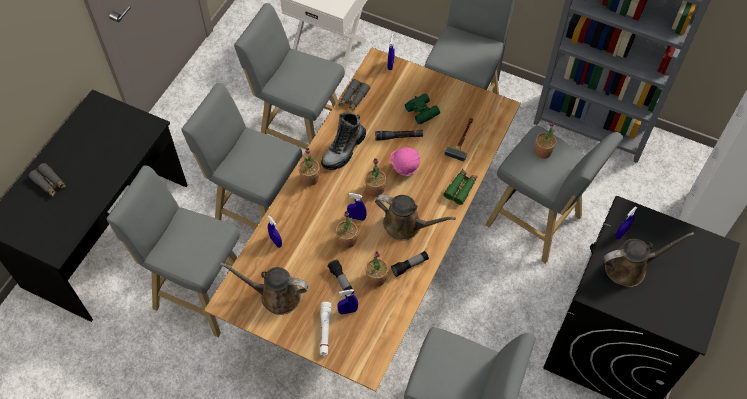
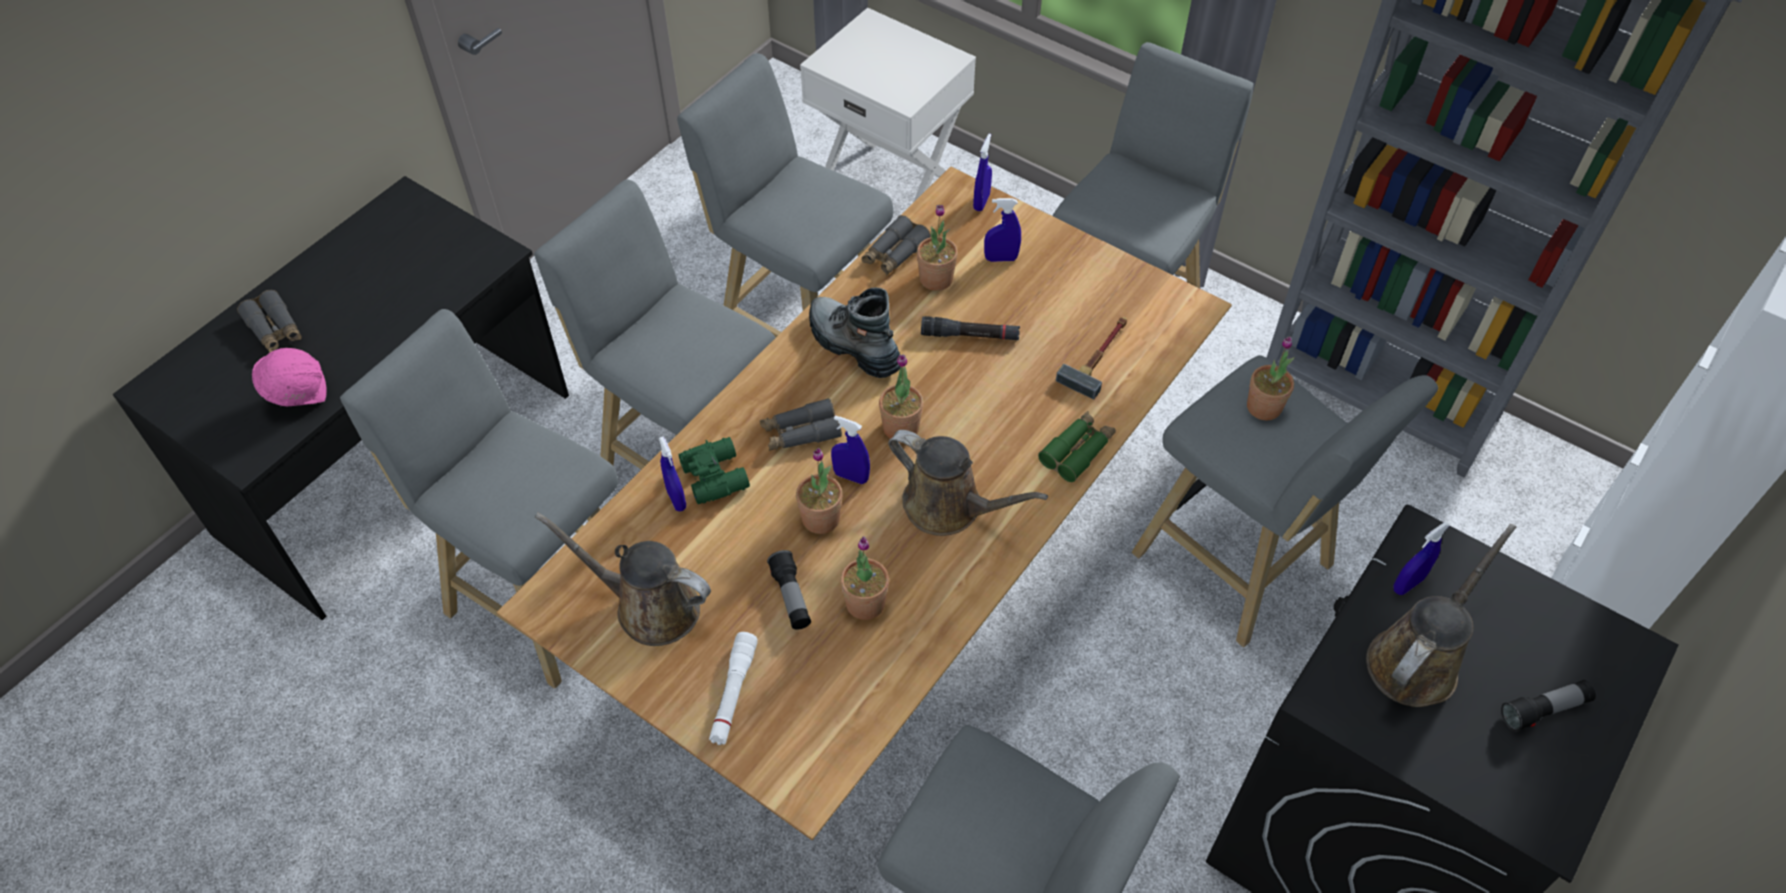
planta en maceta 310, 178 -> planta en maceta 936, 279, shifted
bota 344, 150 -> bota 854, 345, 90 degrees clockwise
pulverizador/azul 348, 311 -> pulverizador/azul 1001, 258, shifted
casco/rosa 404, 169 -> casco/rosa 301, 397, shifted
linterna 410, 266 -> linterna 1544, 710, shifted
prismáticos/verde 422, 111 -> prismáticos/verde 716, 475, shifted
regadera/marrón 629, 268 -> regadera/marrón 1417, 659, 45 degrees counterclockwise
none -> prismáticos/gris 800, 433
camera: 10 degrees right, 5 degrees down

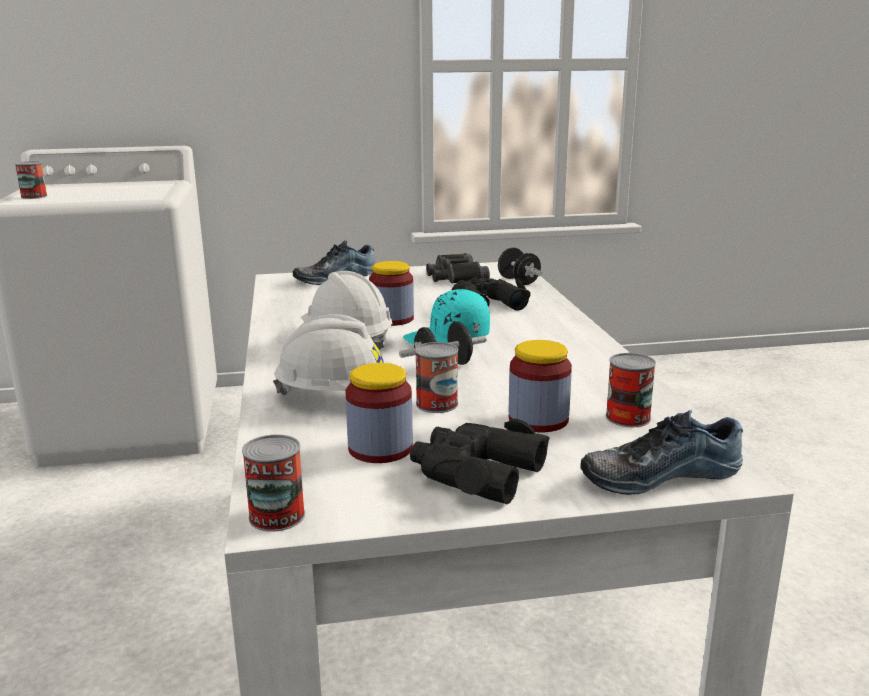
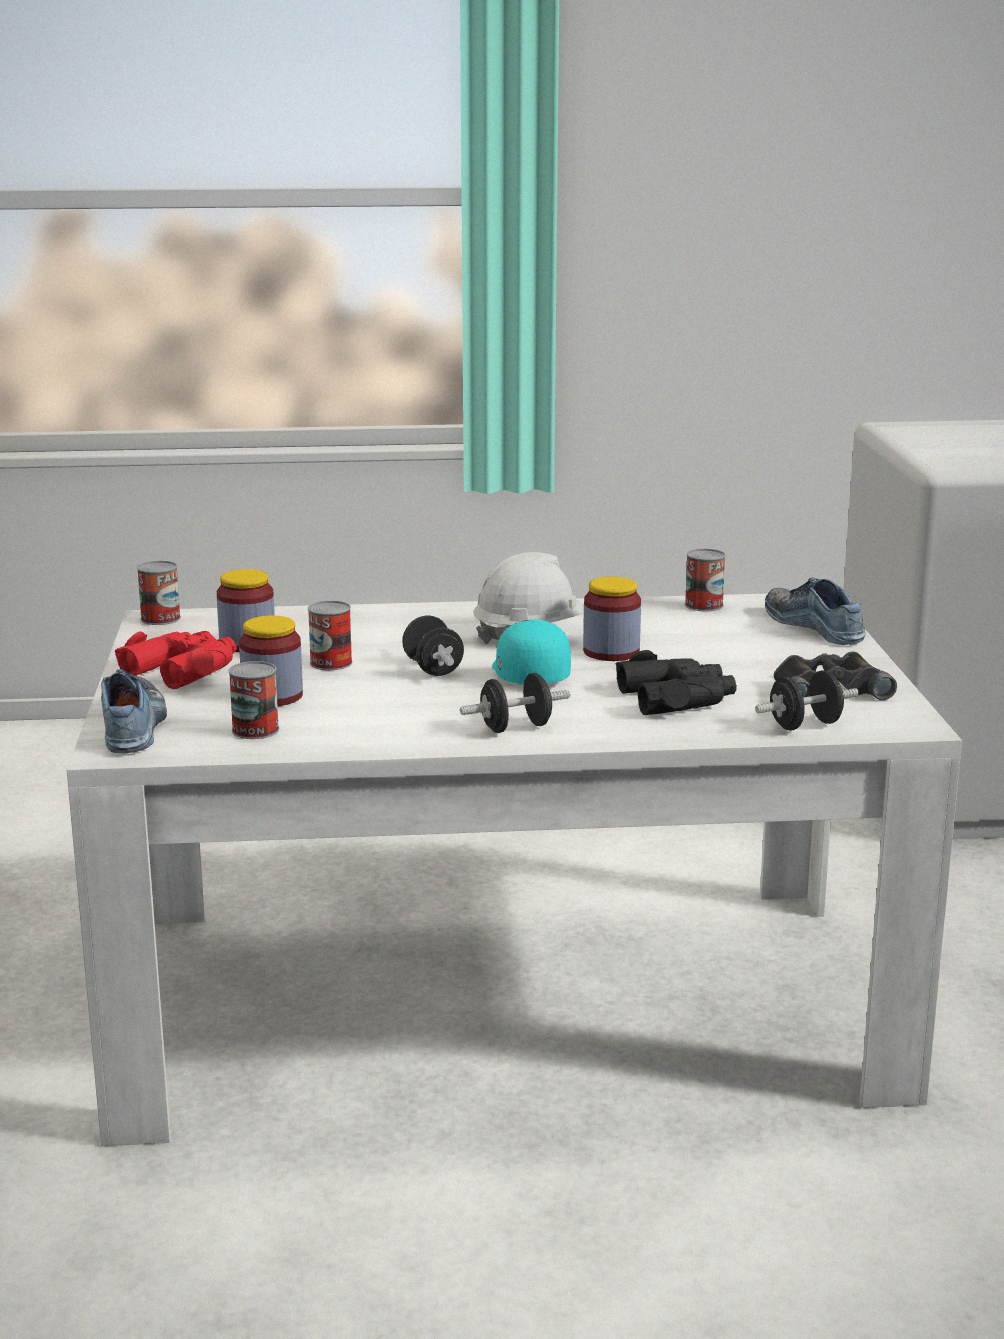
lata 34, 197 -> lata 704, 605, shifted
casco/blanco 338, 397 -> none
prismáticos/negro 475, 472 -> prismáticos/rojo 183, 669
none -> mancuerna/negro 516, 728
camera: 95 degrees right, 0 degrees up

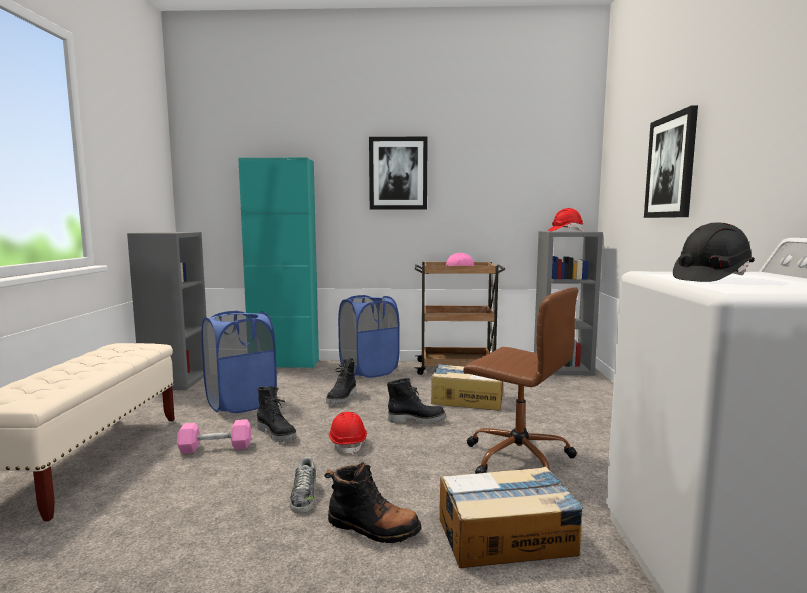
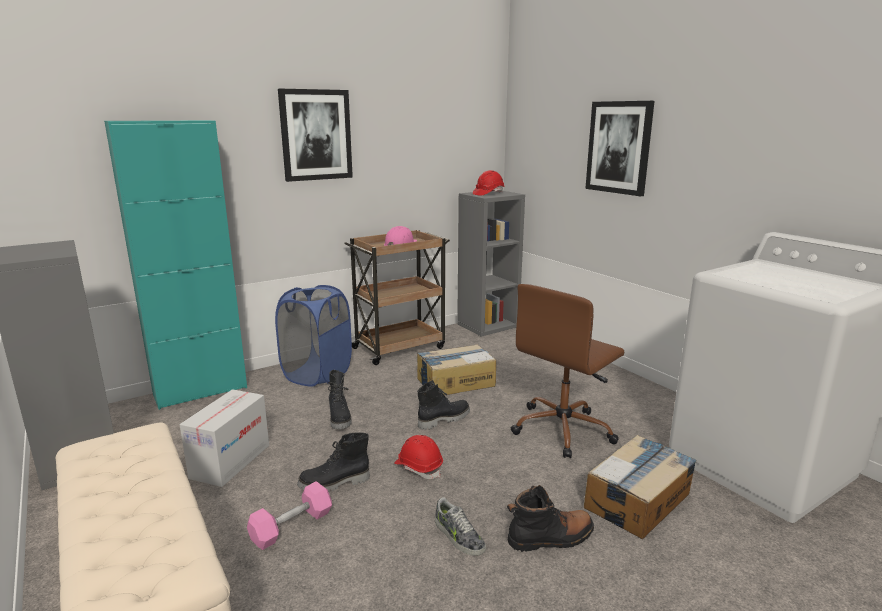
cesto de la ropa/azul 241, 403 -> caja de cartón 230, 461
bota/negro 277, 434 -> bota/negro 334, 483, 150 degrees clockwise
silla de oficina/marrón 516, 457 -> silla de oficina/marrón 563, 429, 135 degrees clockwise
casco/negro 710, 278 -> none
camera: 35 degrees left, 10 degrees up

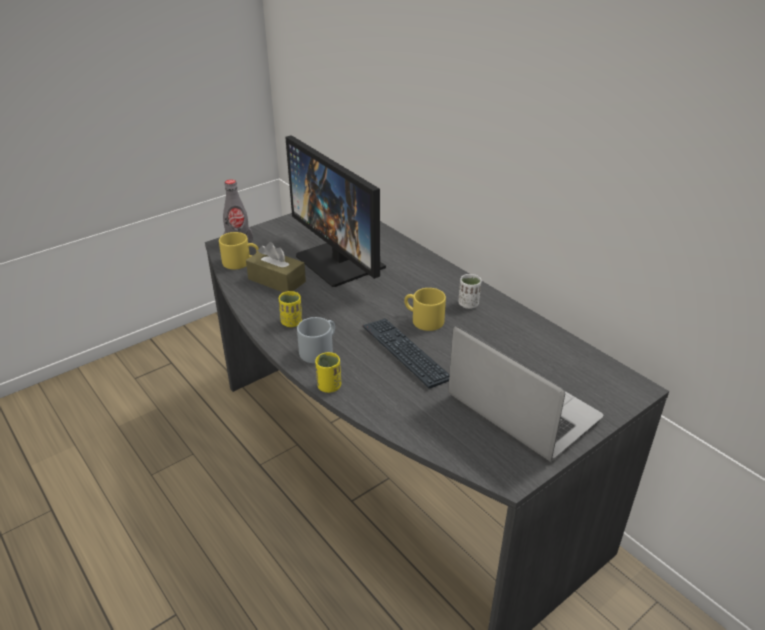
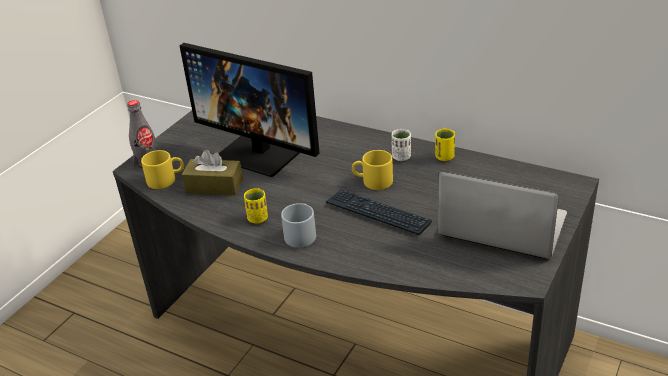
taza/amarillo 329, 386 -> taza/amarillo 444, 157, shifted
camera: 20 degrees left, 0 degrees up

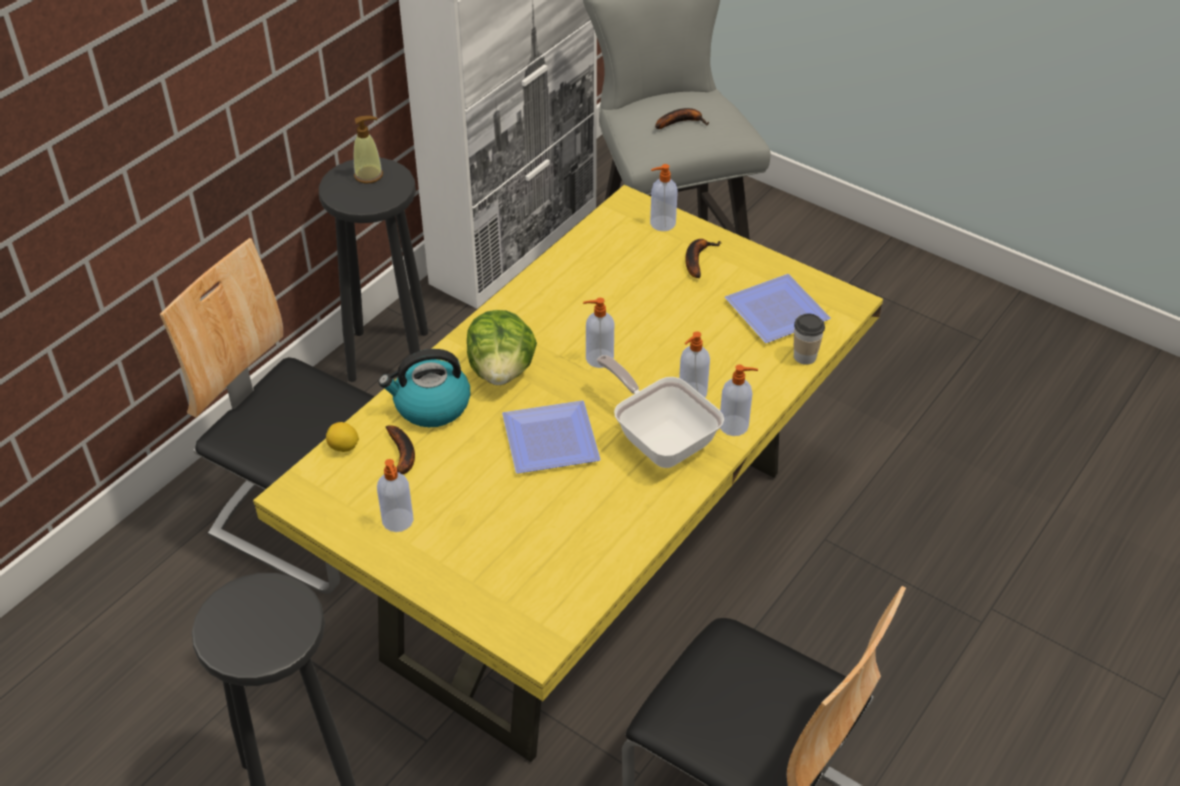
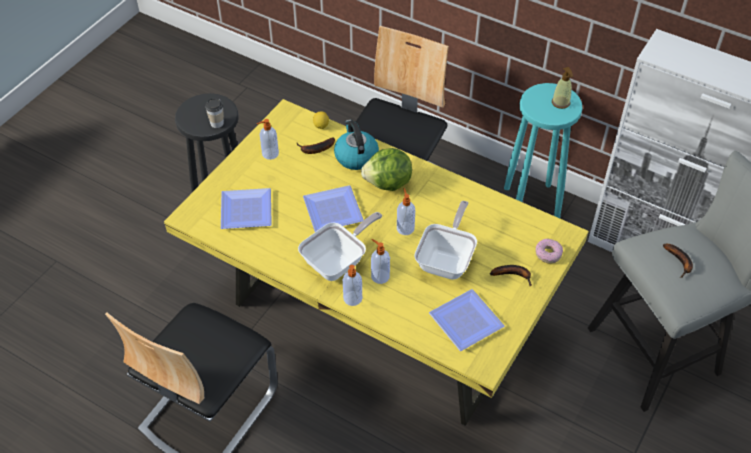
taburete/negro 389, 354 -> taburete/turquesa 532, 202
dispensador de jabón 661, 224 -> rosquilla 548, 254
taza 805, 356 -> taza 217, 123, shifted
none -> plato 248, 212
none -> sartén 447, 260
camera: 85 degrees right, 5 degrees up

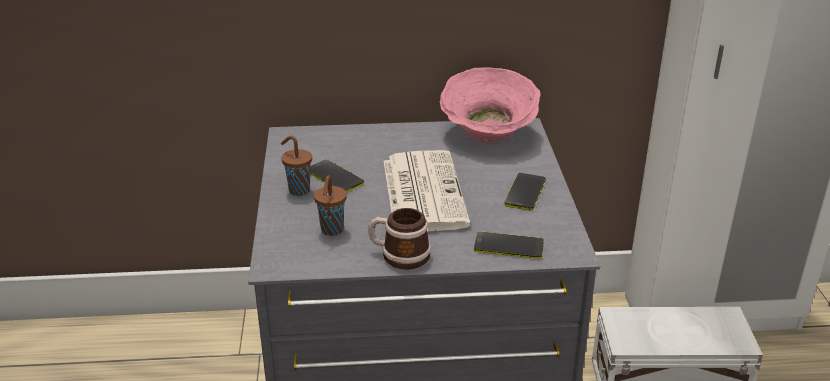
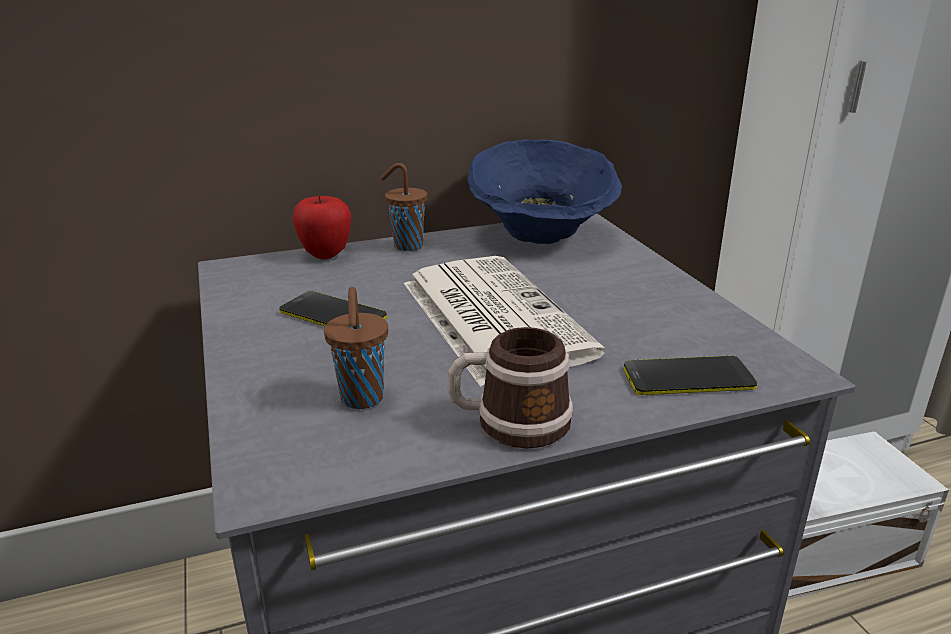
taza/marrón 298, 190 -> taza/marrón 406, 246, shifted
cuenco/rosa 489, 135 -> cuenco/azul 542, 236
móvil 525, 192 -> none
none -> manzana 325, 255
camera: 15 degrees left, 5 degrees down

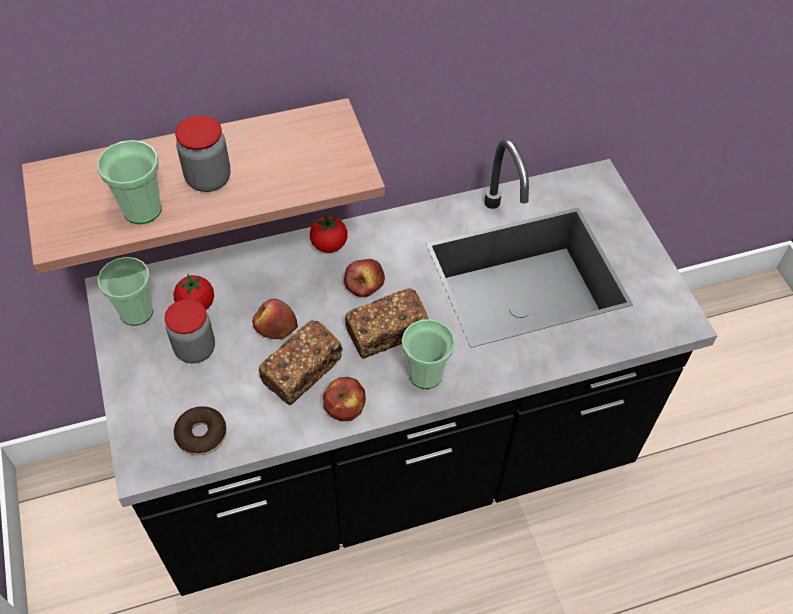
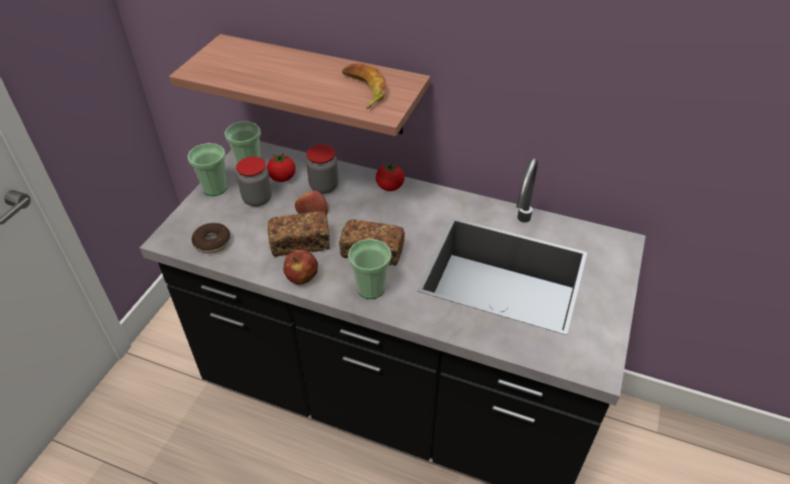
taza 142, 210 -> taza 215, 188, shifted
tarro 208, 179 -> tarro 324, 186, shifted
manzana 364, 283 -> none
none -> plátano 363, 90
camera: 40 degrees right, 10 degrees down

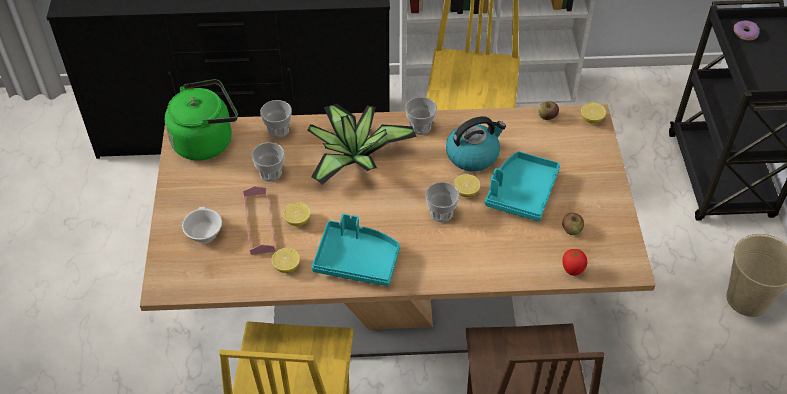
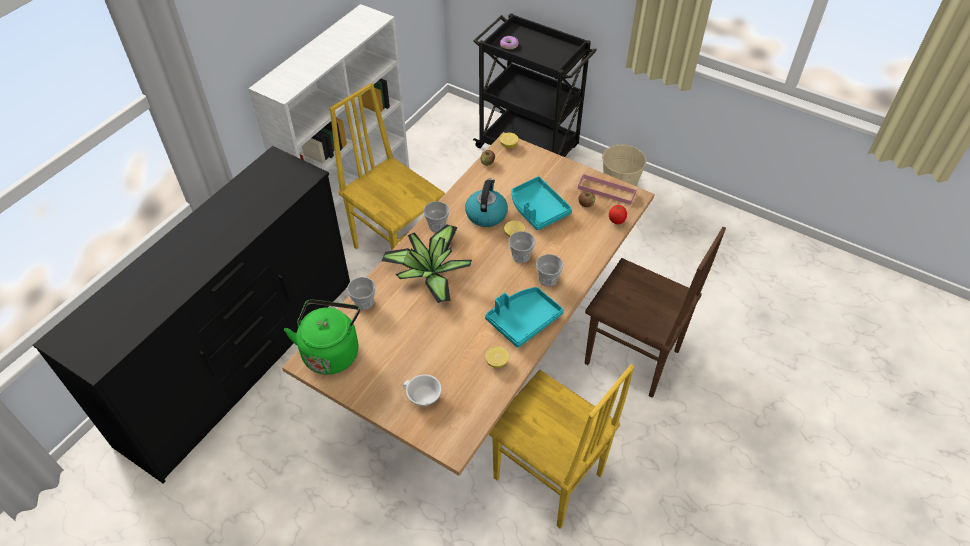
bandeja/rosa 259, 223 -> bandeja/rosa 606, 191, shifted
taza 270, 173 -> taza 548, 279, shifted
limón 297, 220 -> none
camera: 55 degrees left, 0 degrees up

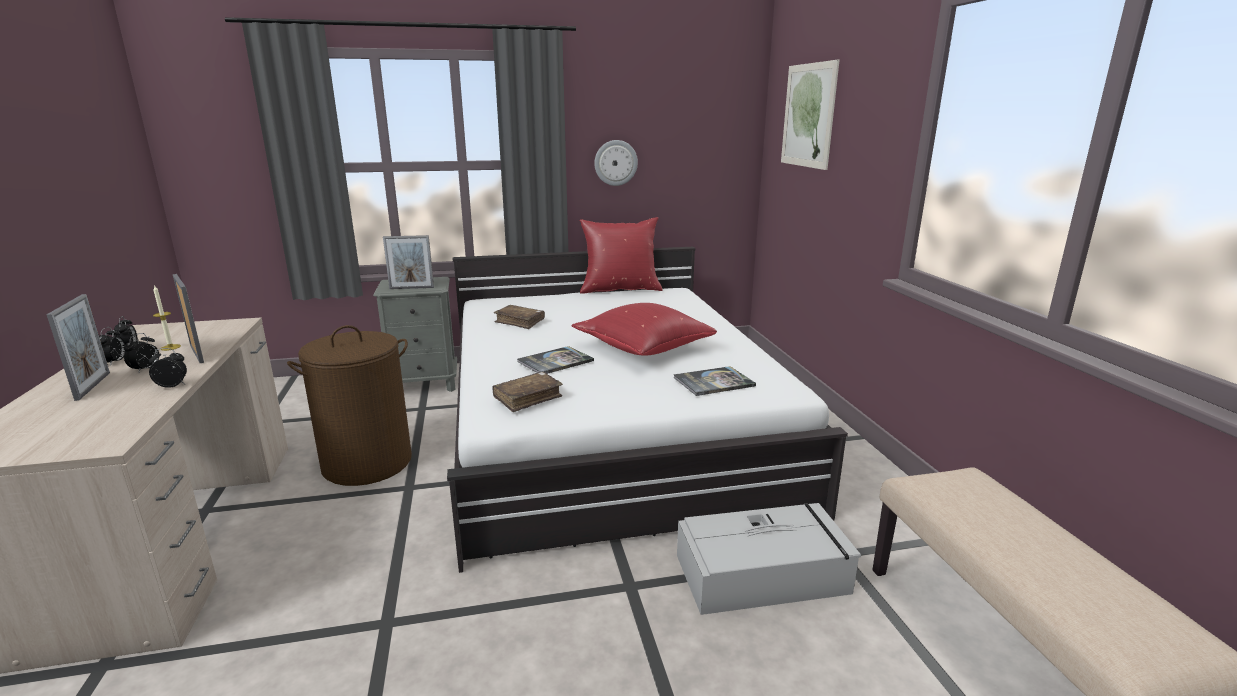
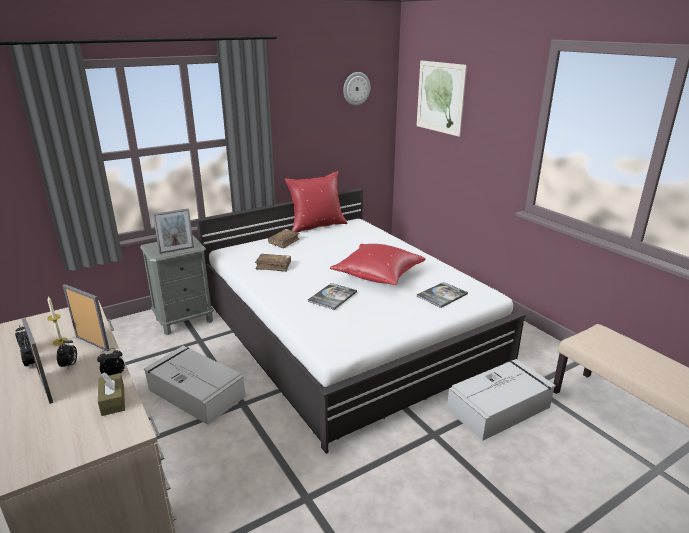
cesto de la ropa/marrón 367, 463 -> caja de almacenaje/gris 195, 392
libro/marrón 528, 398 -> libro/marrón 284, 242, shifted
reloj de pared 615, 163 -> reloj de pared 356, 88, shifted
none -> caja de pañuelos/marrón 113, 400
camera: 20 degrees left, 5 degrees up

